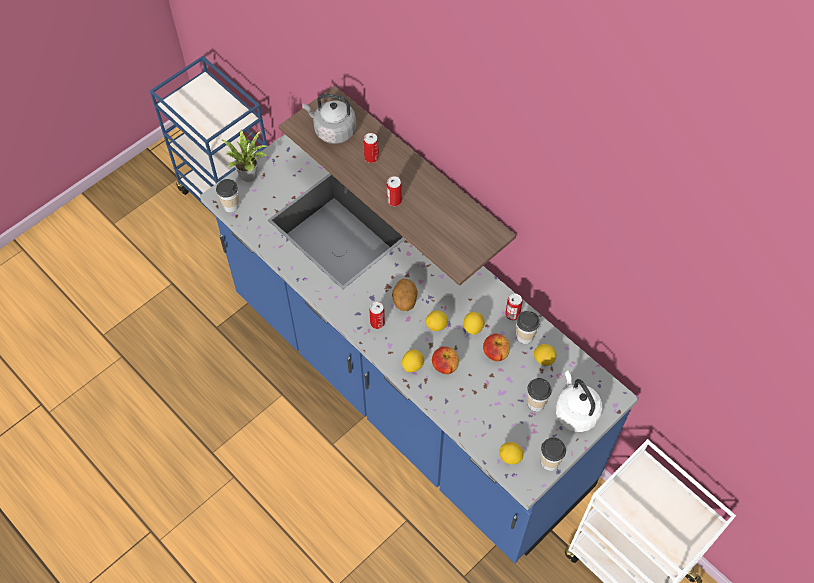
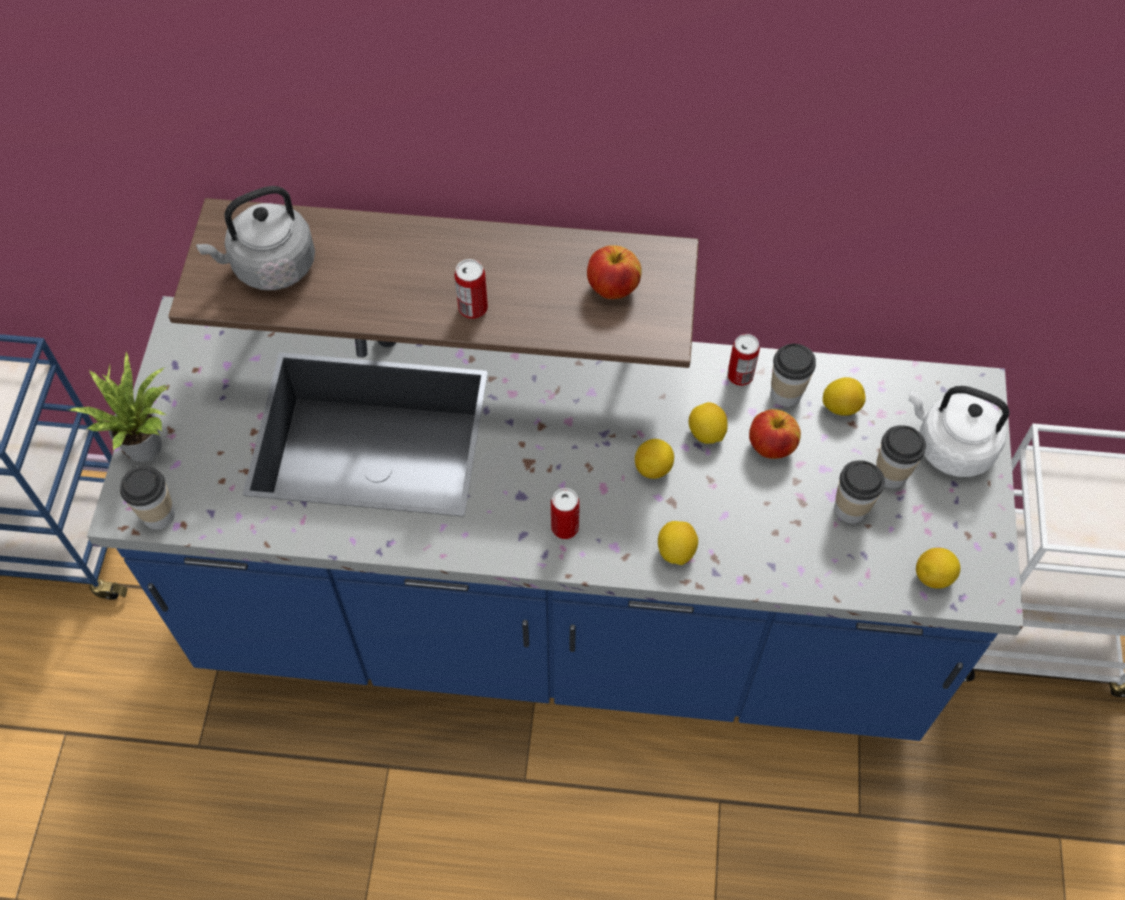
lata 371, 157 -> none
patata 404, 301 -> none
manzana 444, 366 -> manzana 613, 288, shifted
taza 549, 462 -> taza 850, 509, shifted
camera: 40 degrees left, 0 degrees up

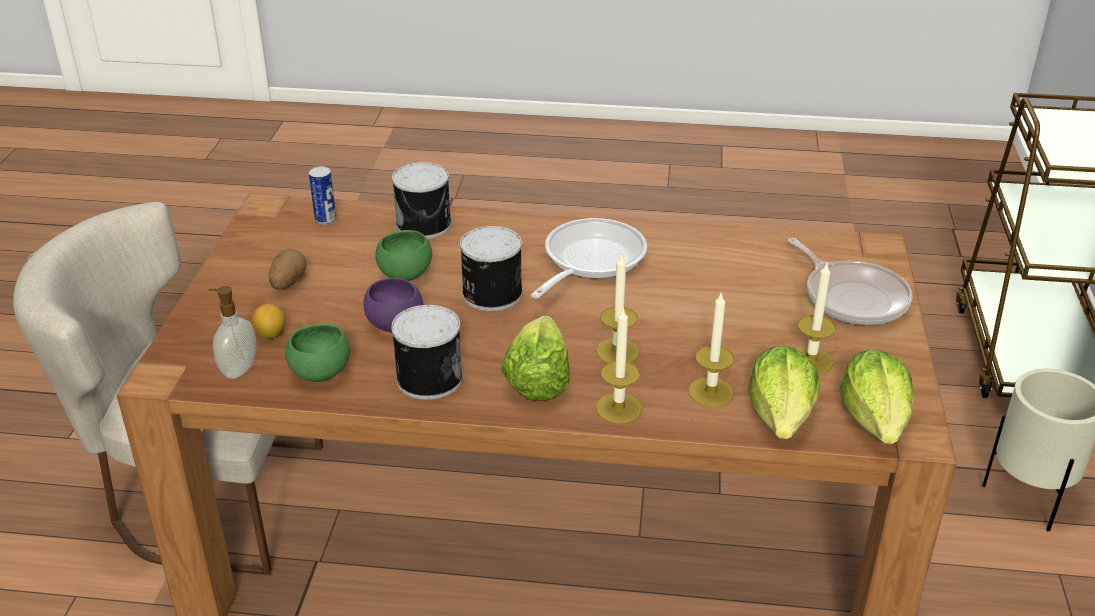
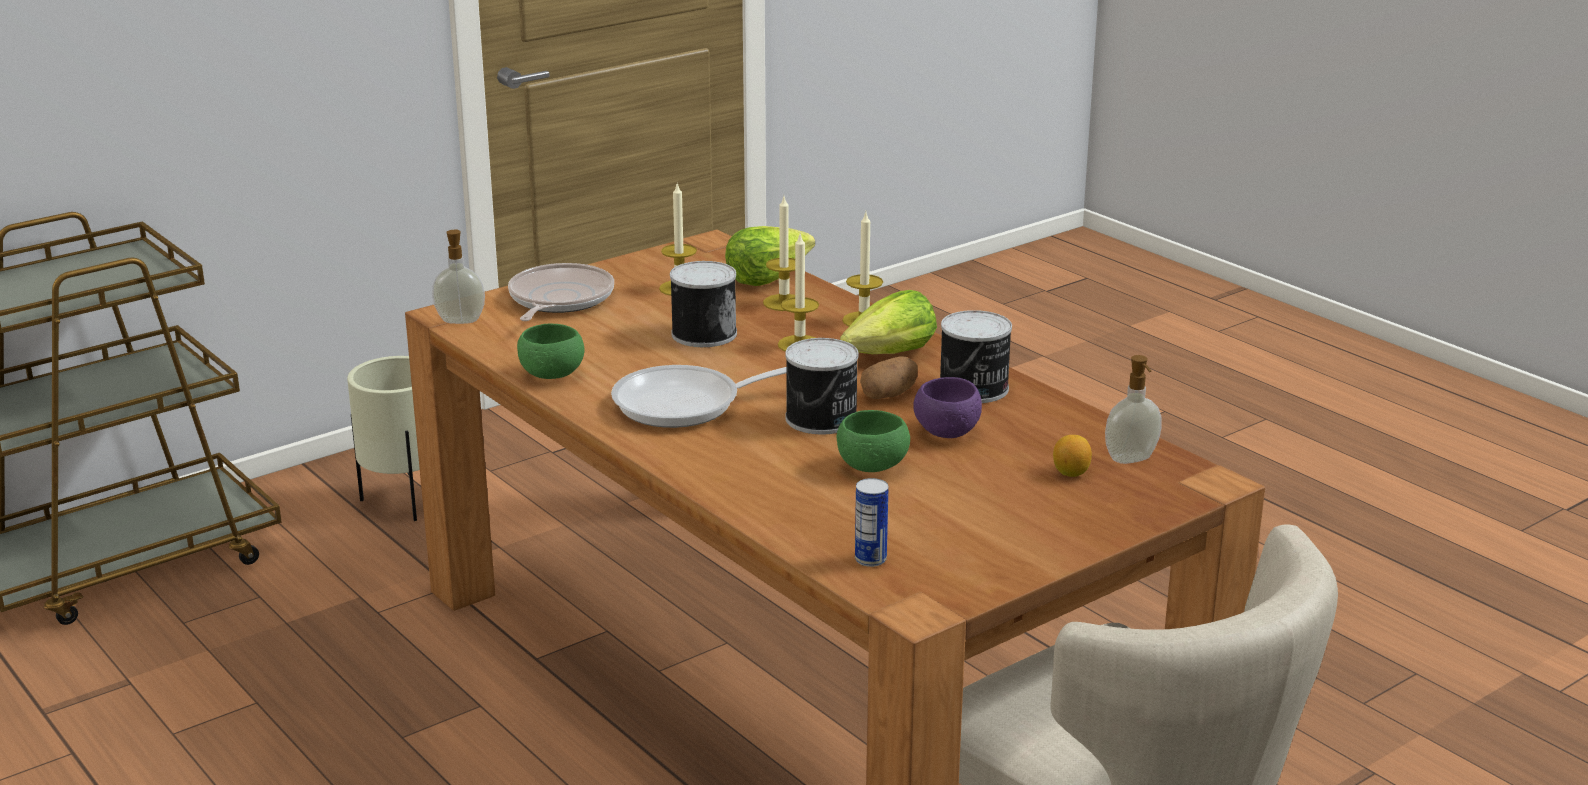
patata 287, 282 -> patata 889, 395, shifted
cuenco/verde 321, 373 -> cuenco/verde 552, 375, shifted
lata 425, 224 -> lata 703, 333, shifted
lechuga 876, 420 -> none
none -> dispensador de jabón 460, 320
camera: 135 degrees left, 10 degrees down

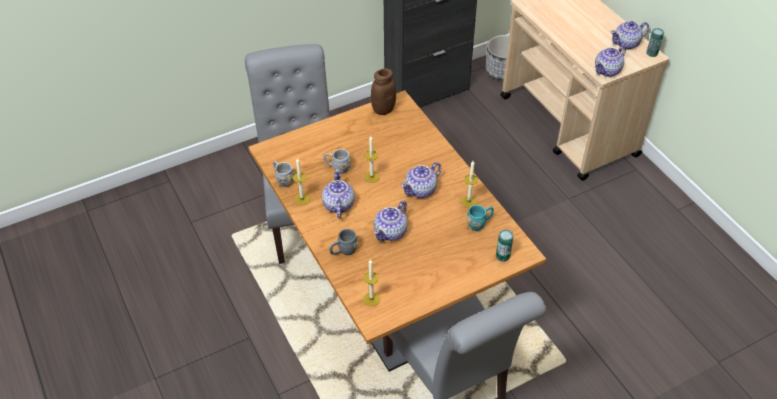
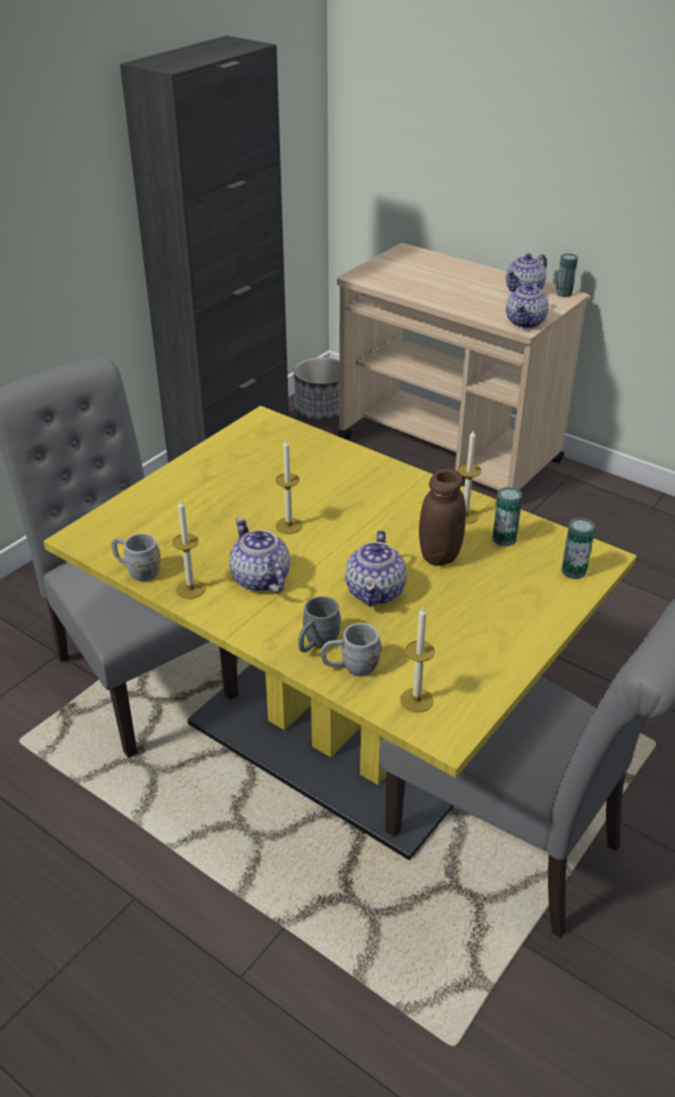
mesa de comedor/marrón 389, 294 -> mesa de comedor/amarillo 337, 742
taza grande/gris 337, 168 -> taza grande/gris 351, 667, shifted
tarro/marrón 383, 109 -> tarro/marrón 439, 555, shifted
tetera 421, 190 -> none
taza grande/turquesa 479, 223 -> lata 504, 539
camera: 25 degrees left, 10 degrees down

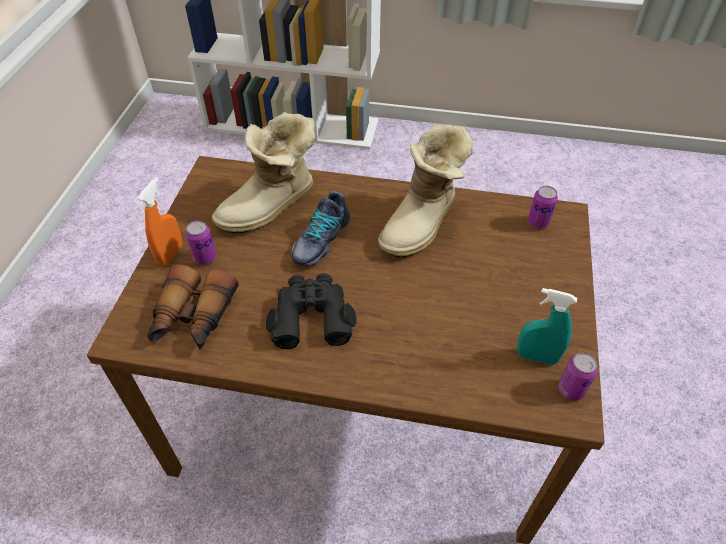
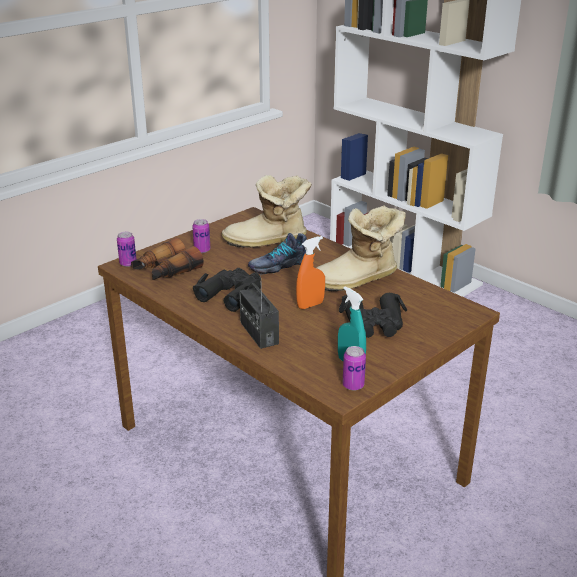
pulverizador/naranja 170, 255 -> pulverizador/naranja 310, 305, shifted
lata 538, 222 -> lata 128, 263, shifted
none -> radio 258, 333
none -> prismáticos/negro 374, 323
camera: 35 degrees right, 20 degrees down

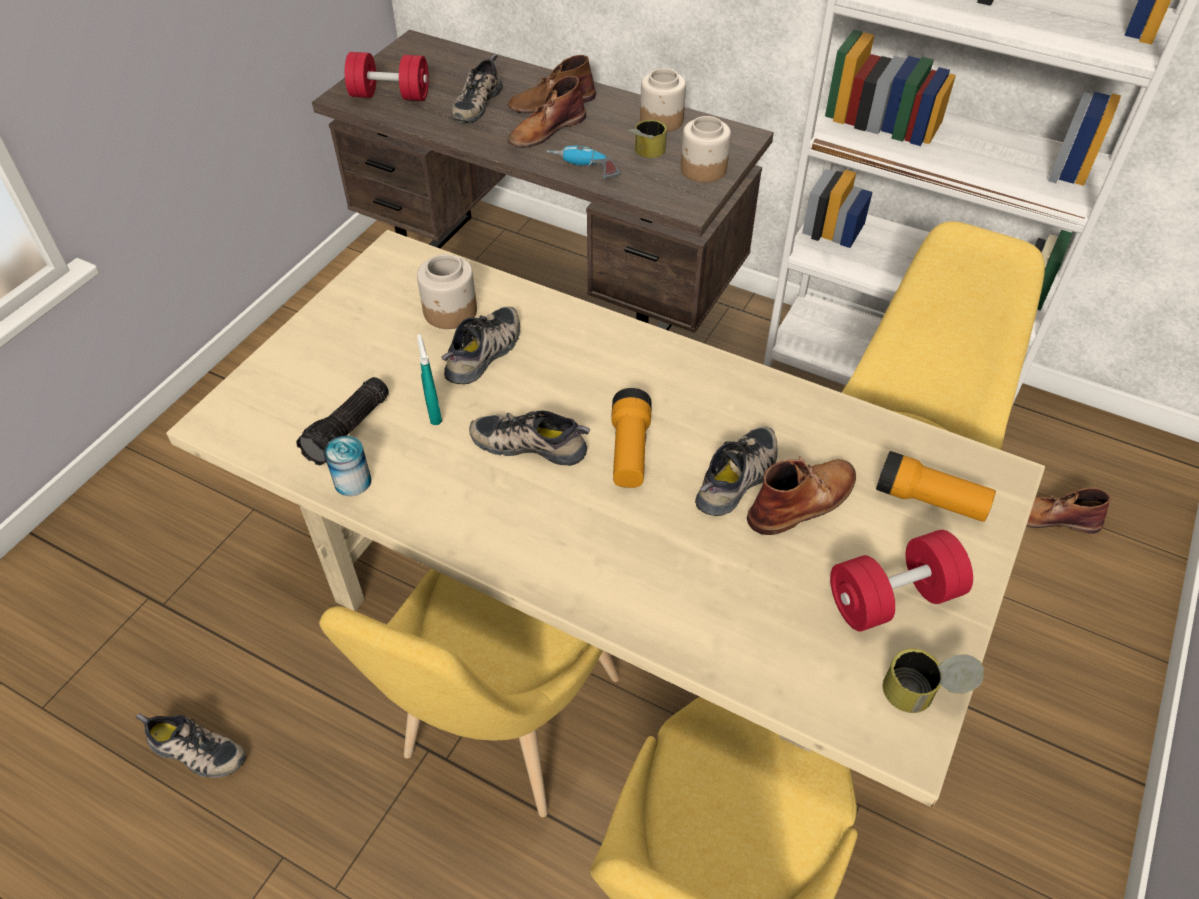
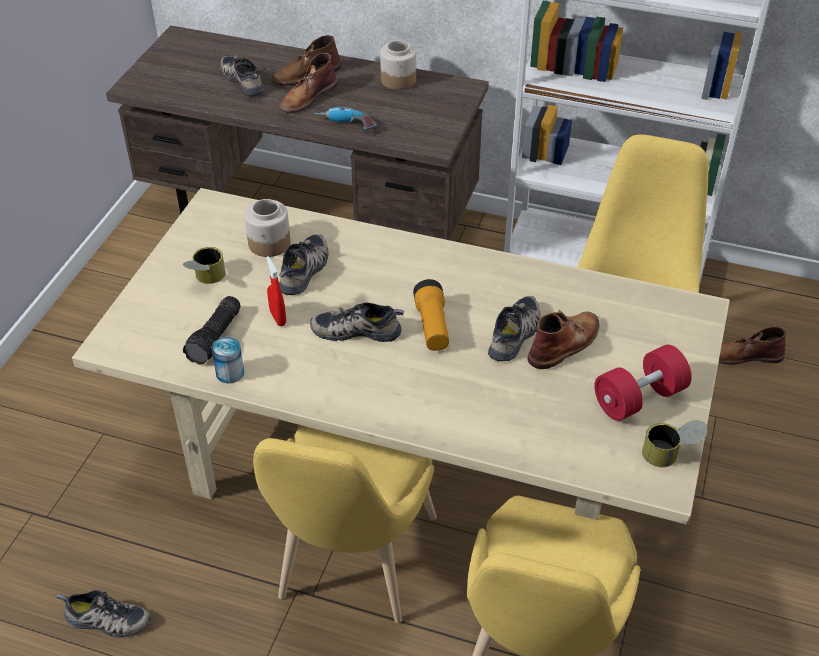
mancuerna/rojo 390, 96 -> none
pulverizador/turquesa 434, 413 -> pulverizador/rojo 278, 318
zapato 476, 102 -> zapato 244, 80, 135 degrees clockwise
lata 645, 154 -> lata 206, 279, shifted
tarro 703, 169 -> none
linterna 929, 500 -> none
camera: 10 degrees left, 5 degrees down

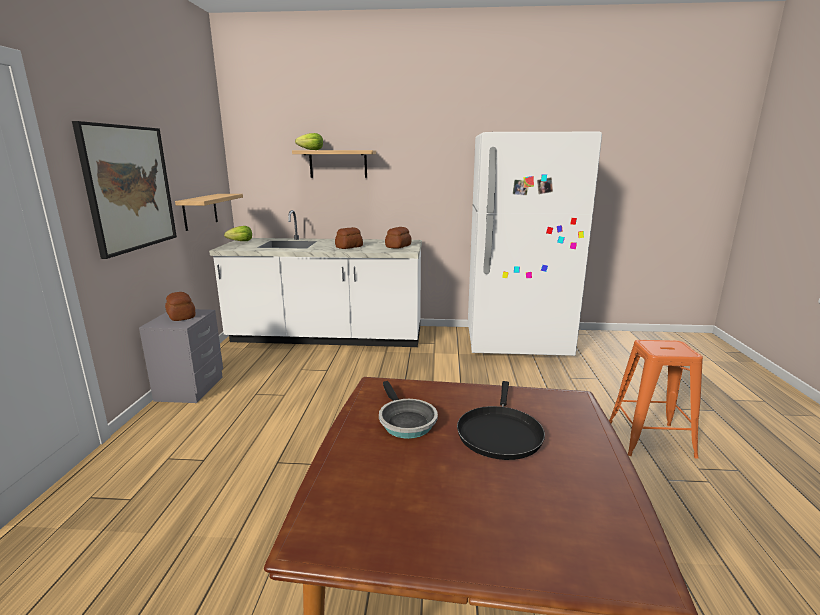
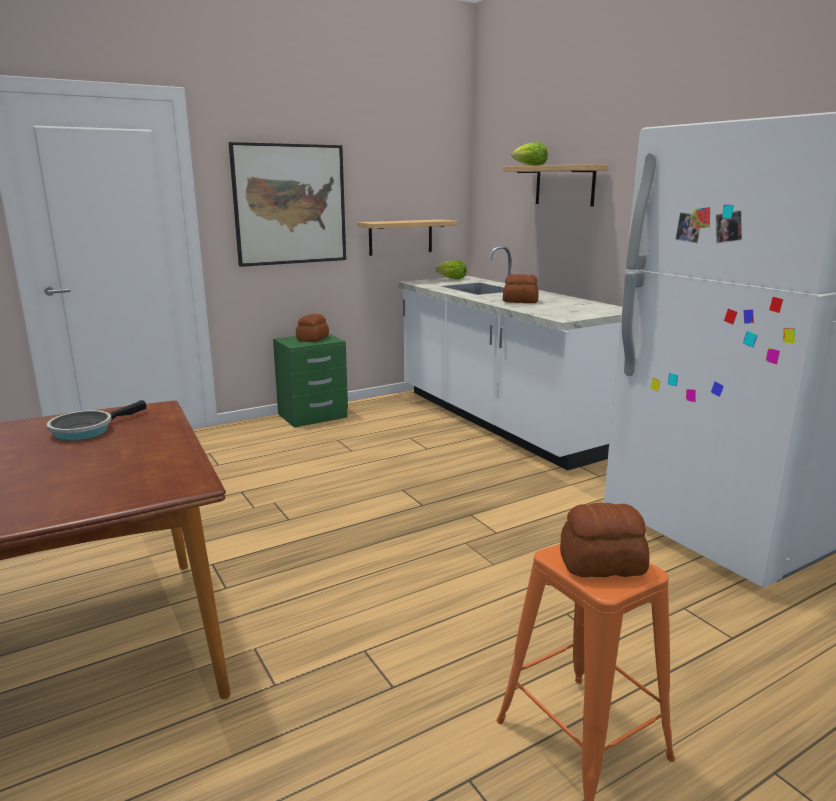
mesita de noche/gris 190, 389 -> mesita de noche/verde 312, 416
pan 397, 246 -> pan 600, 563, shifted
sartén/negro 499, 433 -> none
camera: 55 degrees right, 0 degrees up

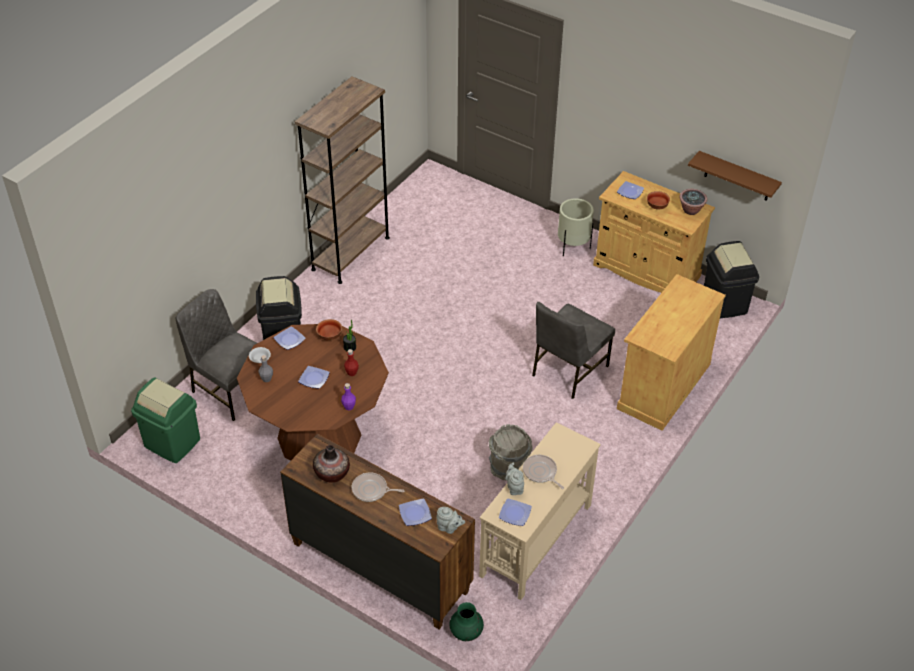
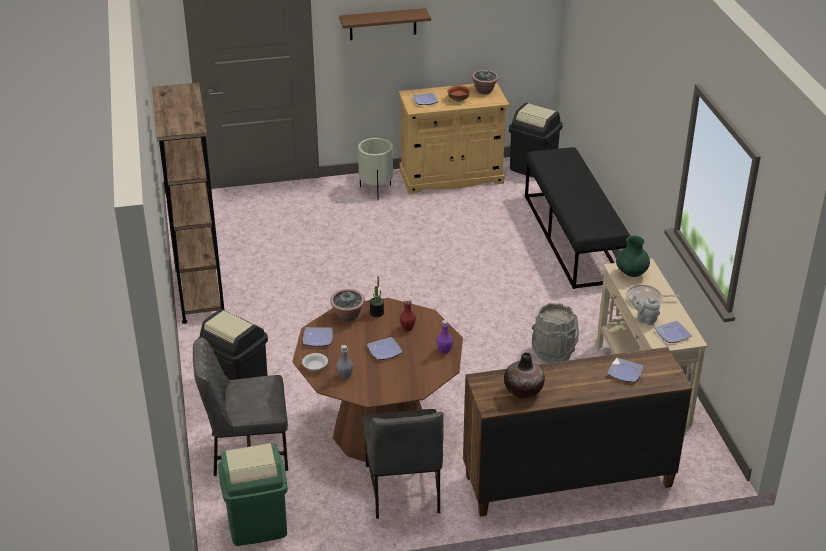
cuenco 329, 337 -> planta en maceta 348, 316
sartén 371, 490 -> none
tetera/gris 449, 528 -> none
florero/verde 466, 633 -> florero/verde 631, 274, shifted
silla/gris 568, 370 -> silla/gris 403, 489, shifted
armario/beis 663, 386 -> banco/negro 572, 237
estante/marrón 737, 177 -> estante/marrón 383, 24, shifted
camera: 45 degrees left, 10 degrees down

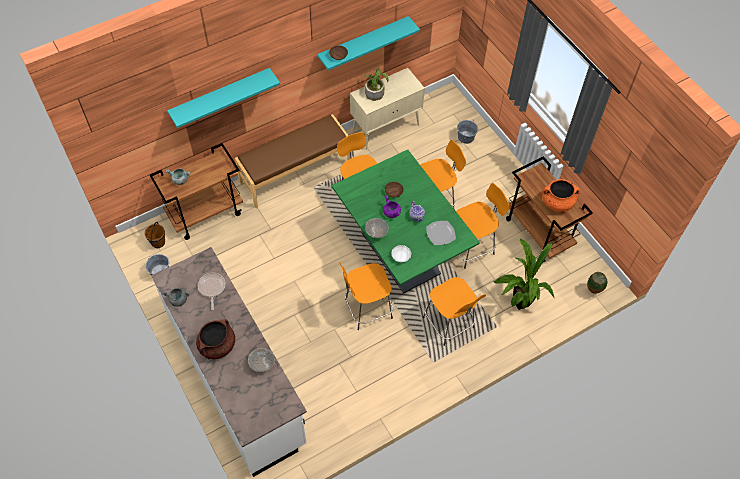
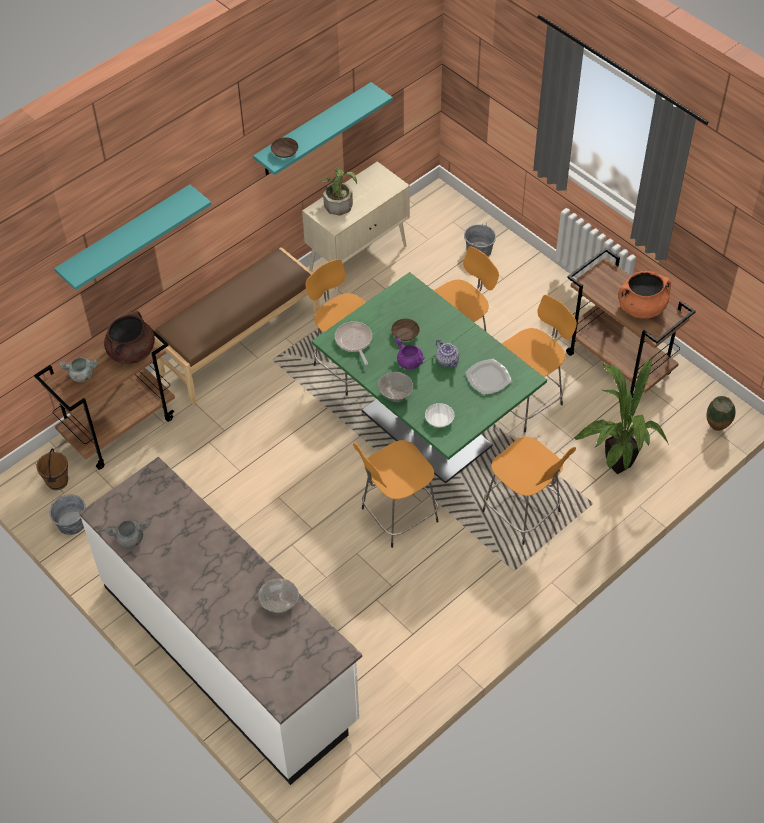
olla/marrón 217, 346 -> olla/marrón 132, 352, shifted
sartén 212, 288 -> sartén 354, 341, shifted
camera: 10 degrees left, 5 degrees down

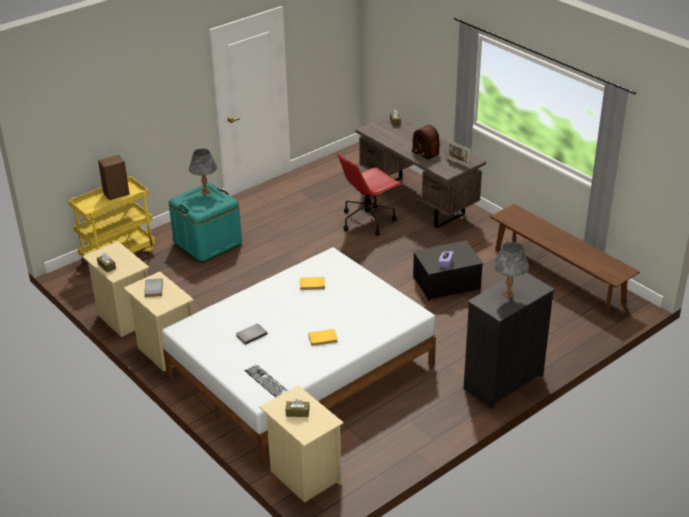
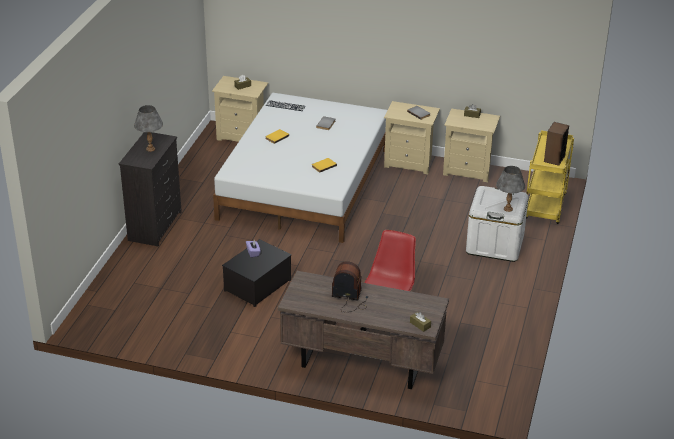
caja de almacenaje/turquesa 207, 243 -> caja de almacenaje/blanco 495, 244
portarretratos 457, 162 -> none
banco/marrón 558, 276 -> none
camera: 145 degrees right, 0 degrees up

